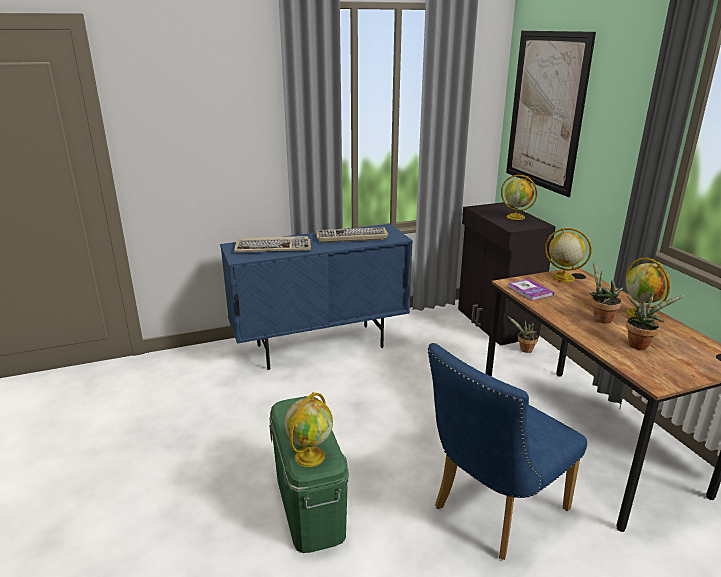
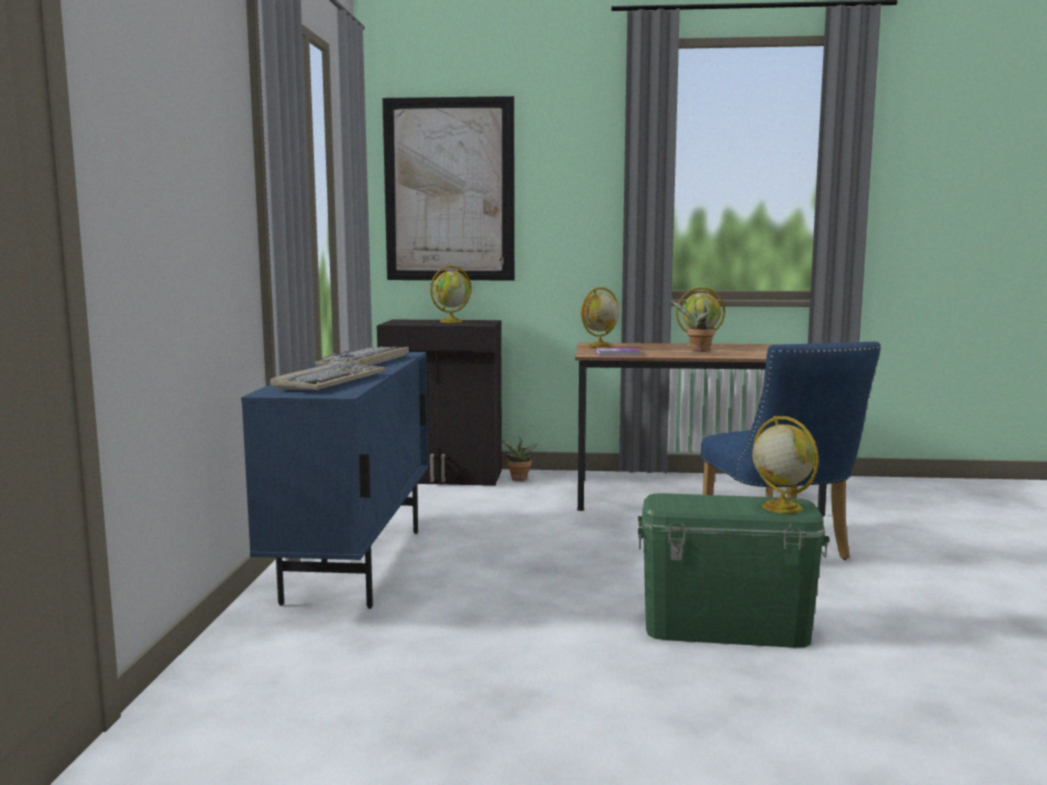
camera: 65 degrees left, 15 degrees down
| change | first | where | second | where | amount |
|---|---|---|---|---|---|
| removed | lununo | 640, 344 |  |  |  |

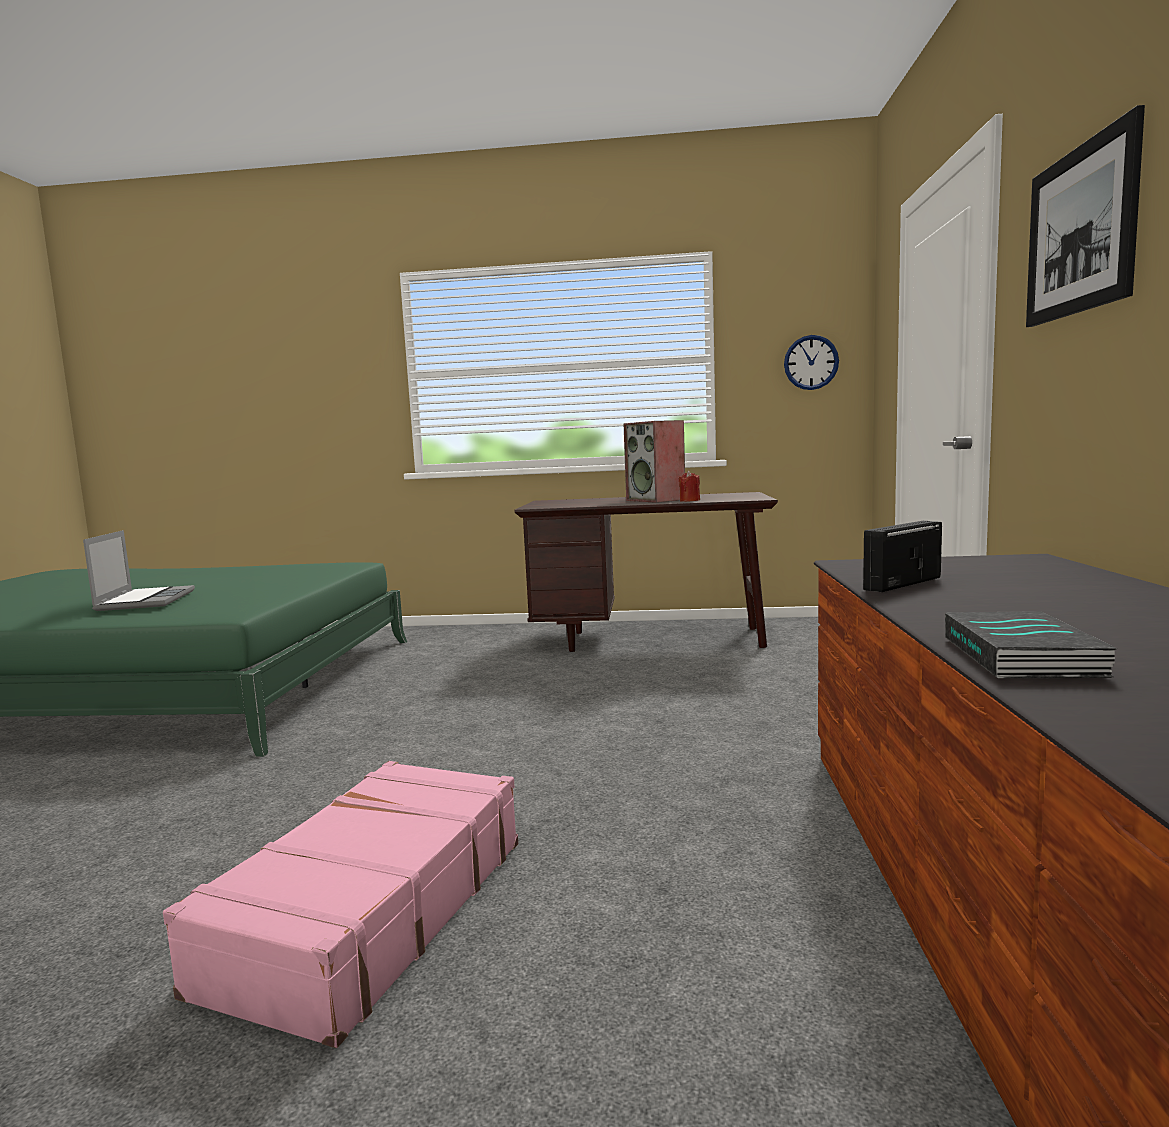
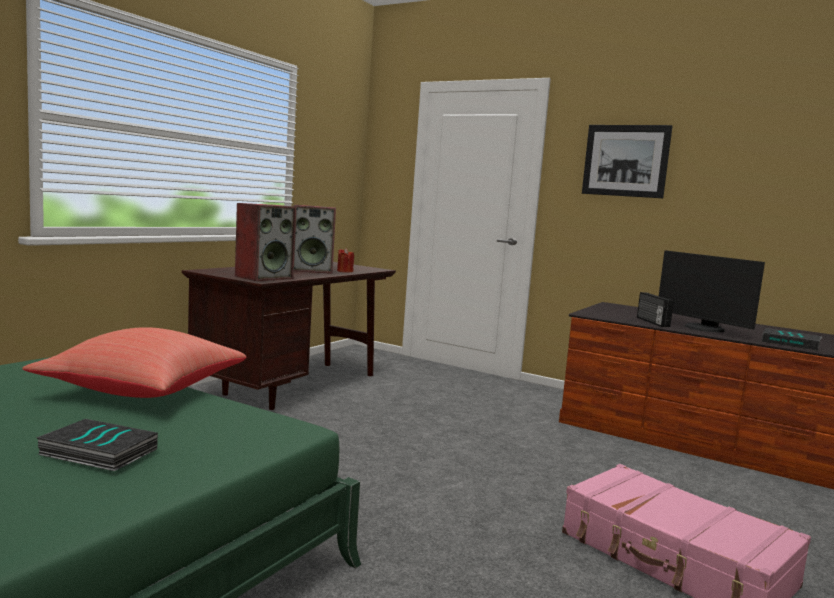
camera: 65 degrees left, 0 degrees up
| change | first | where | second | where | amount |
|---|---|---|---|---|---|
| replaced | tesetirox | 145, 600 | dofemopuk | 96, 452 |  |
| removed | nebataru | 811, 362 |  |  |  |
| added |  |  | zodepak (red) | 141, 392 |  |
| added |  |  | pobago | 264, 277 |  |
| added |  |  | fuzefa | 703, 328 |  |

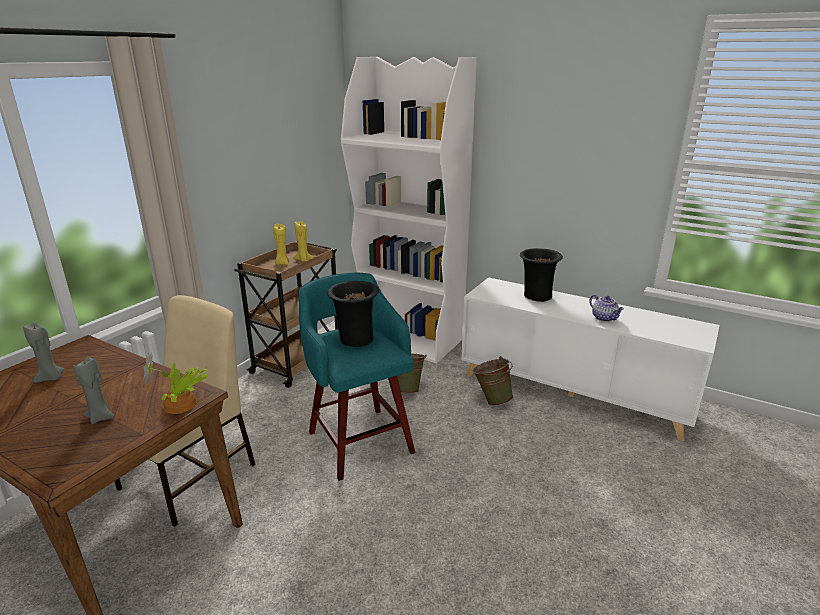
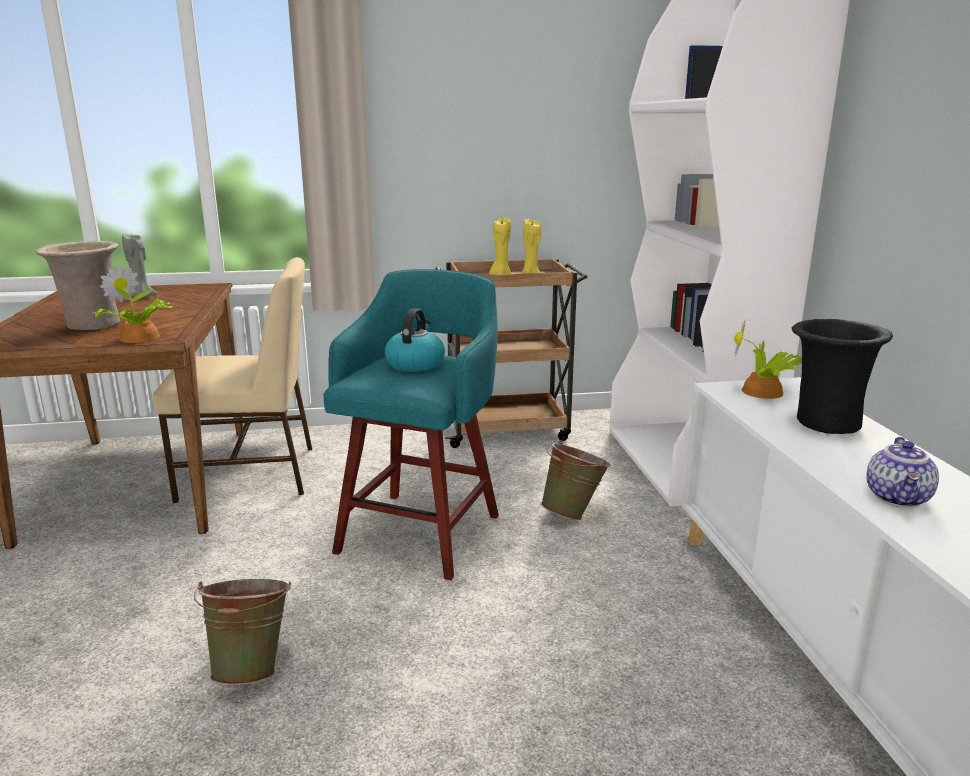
camera: 50 degrees right, 5 degrees down
| change | first | where | second | where | amount |
|---|---|---|---|---|---|
| replaced | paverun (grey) | 100, 417 | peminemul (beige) | 91, 325 |  |
| replaced | peminemul (black) | 355, 340 | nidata | 415, 364 |  |
| moved | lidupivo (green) | 491, 400 |  | 252, 667 |  |
| added |  |  | lununo | 764, 392 |  |

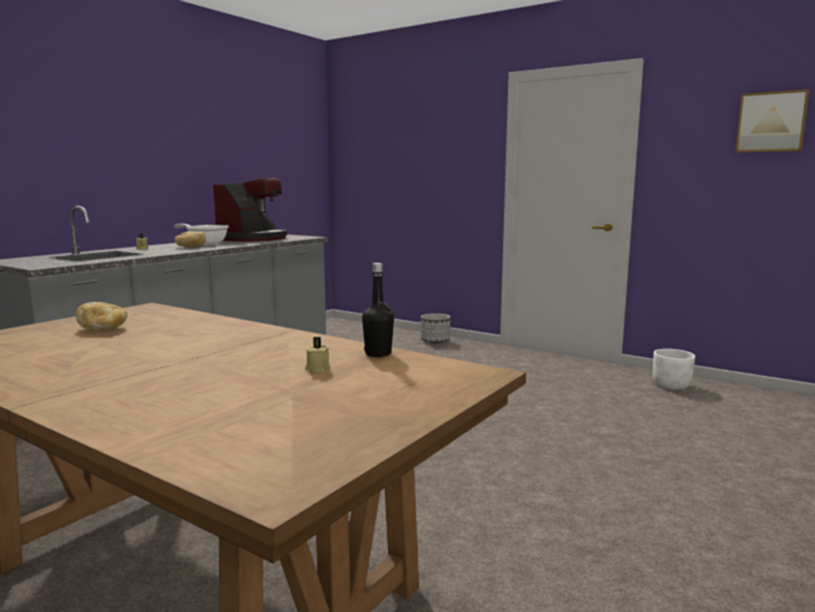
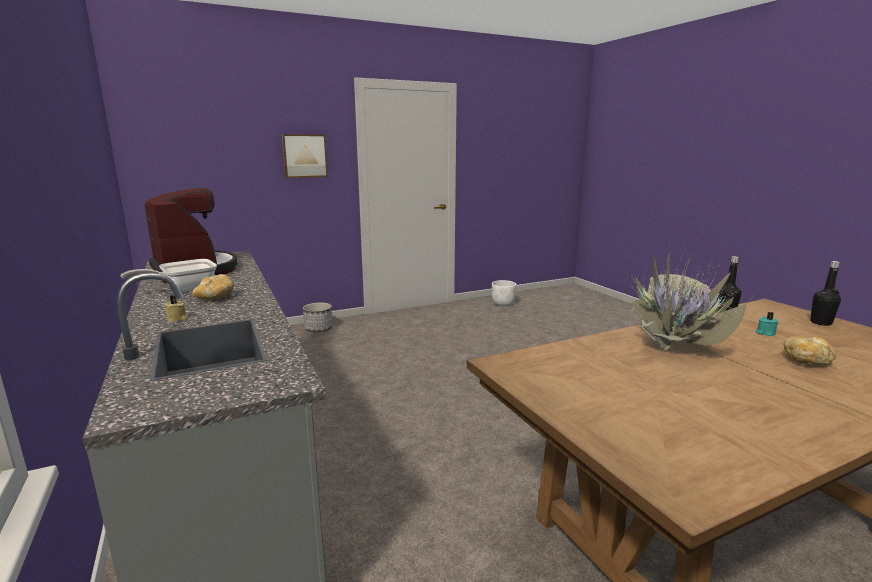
camera: 60 degrees left, 5 degrees up
| change | first | where | second | where | amount |
|---|---|---|---|---|---|
| moved | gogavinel | 103, 329 |  | 806, 361 |  |
| recoloured | paverun (beige) | 318, 368 | paverun (turquoise) | 765, 333 |  |
| moved | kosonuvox | 771, 122 |  | 304, 156 |  |
| added |  |  | lununo | 674, 352 |  |
| added |  |  | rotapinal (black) | 821, 323 |  |

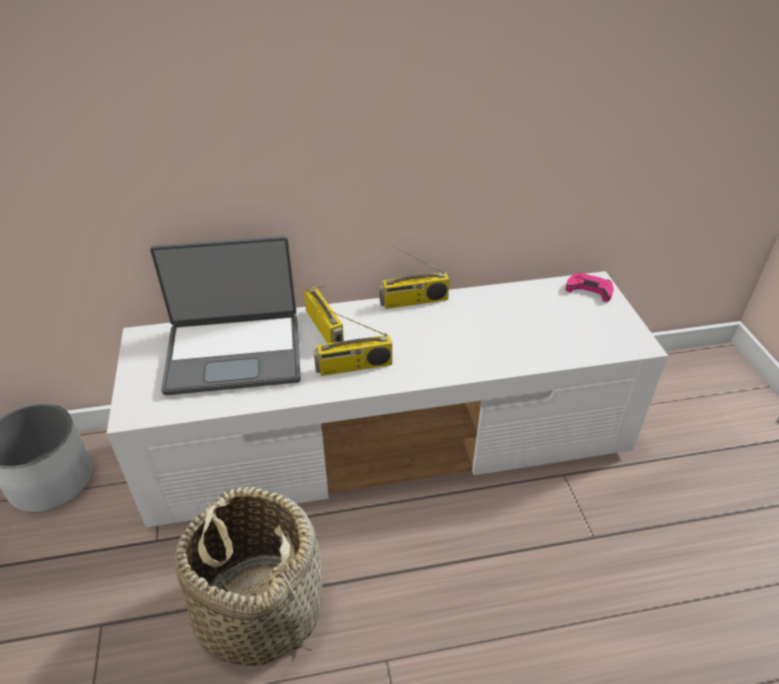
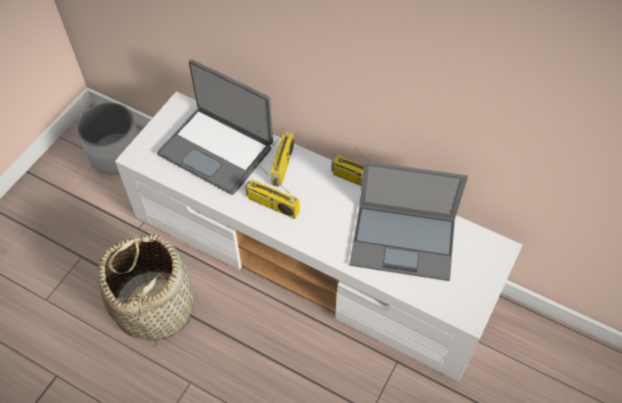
camera: 40 degrees right, 15 degrees up
| change | first | where | second | where | amount |
|---|---|---|---|---|---|
| removed | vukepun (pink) | 589, 289 |  |  |  |
| added |  |  | tesetirox | 404, 241 |  |

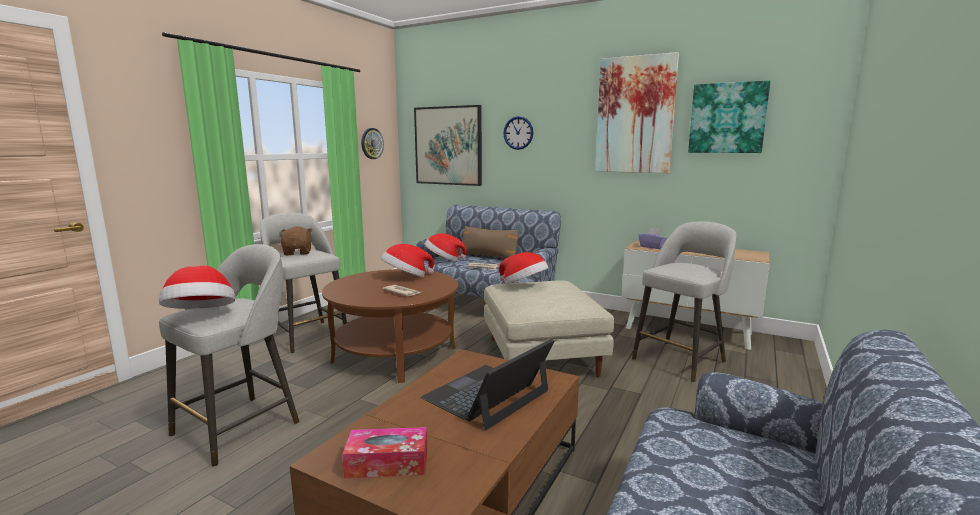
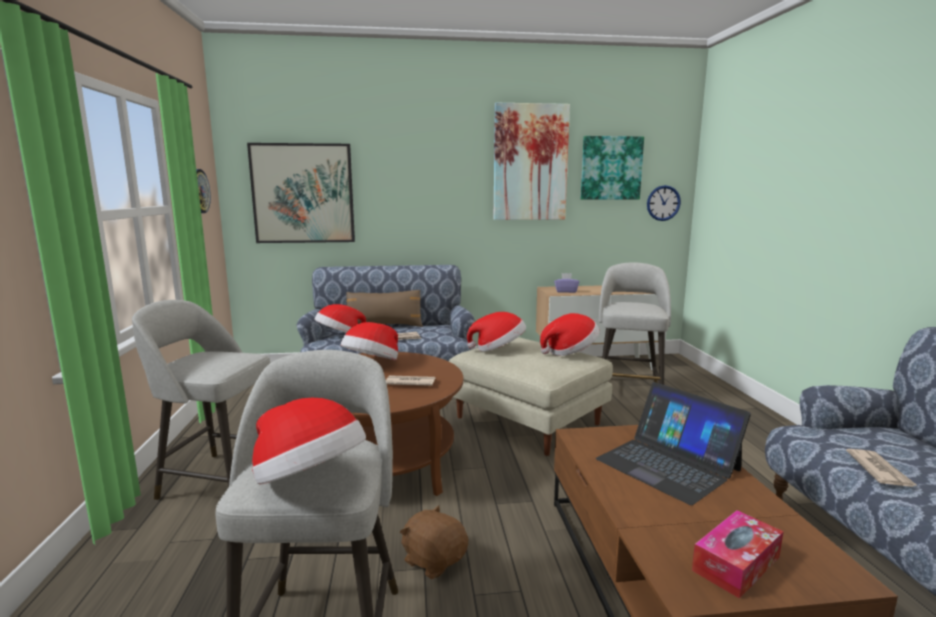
camera: 35 degrees left, 0 degrees up
| change | first | where | second | where | amount |
|---|---|---|---|---|---|
| moved | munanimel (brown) | 298, 253 |  | 434, 560 |  |
| turned | tesetirox | 487, 395 |  | 668, 464 | 45 degrees counterclockwise |
| moved | nebataru | 518, 133 |  | 663, 203 |  |
| added |  |  | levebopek | 570, 352 |  |
| added |  |  | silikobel | 879, 470 |  |

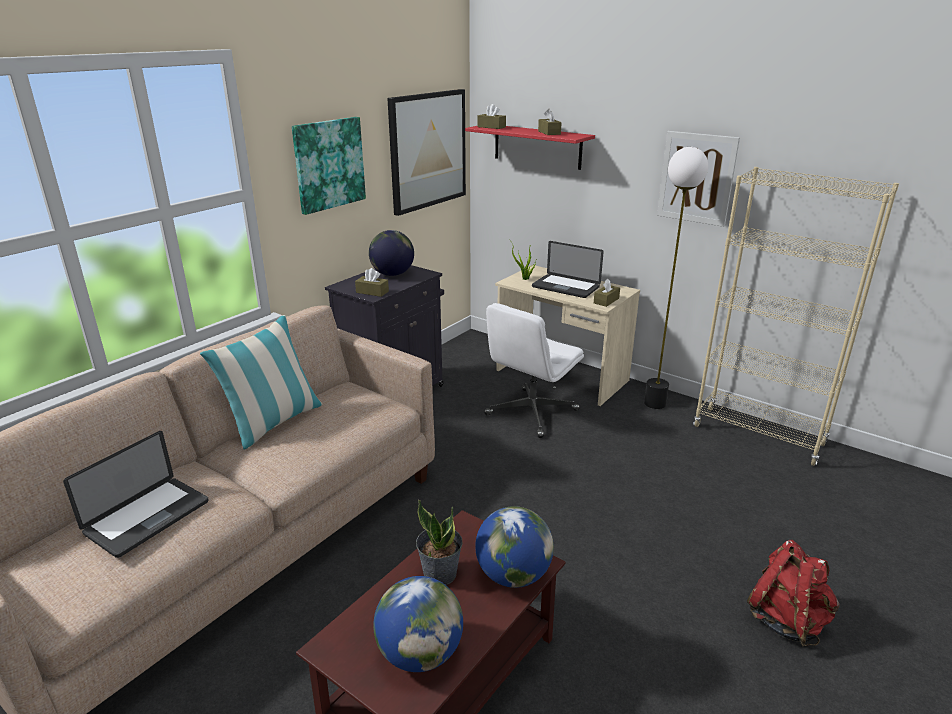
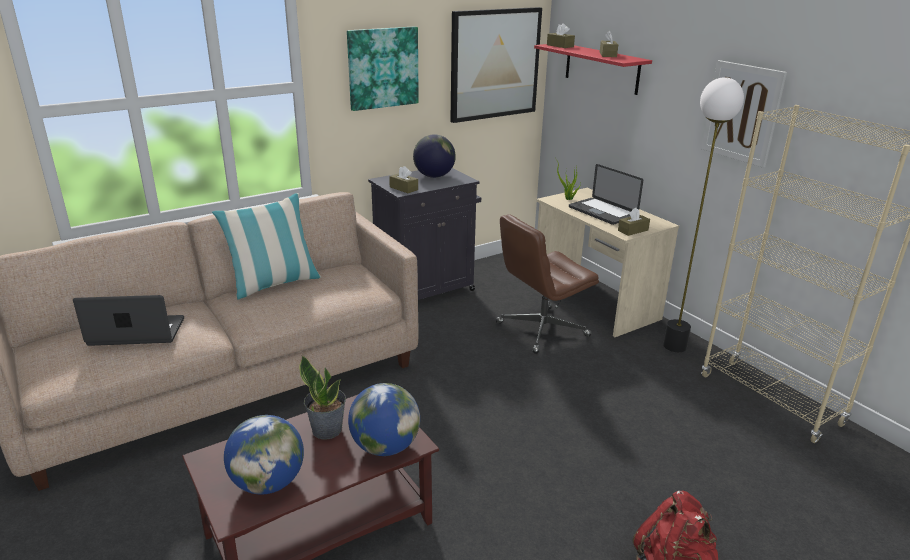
camera: 20 degrees right, 0 degrees up
| change | first | where | second | where | amount |
|---|---|---|---|---|---|
| turned | tesetirox | 147, 517 |  | 137, 332 | 150 degrees counterclockwise |
| recoloured | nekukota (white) | 531, 413 | nekukota (brown) | 541, 330 |  |

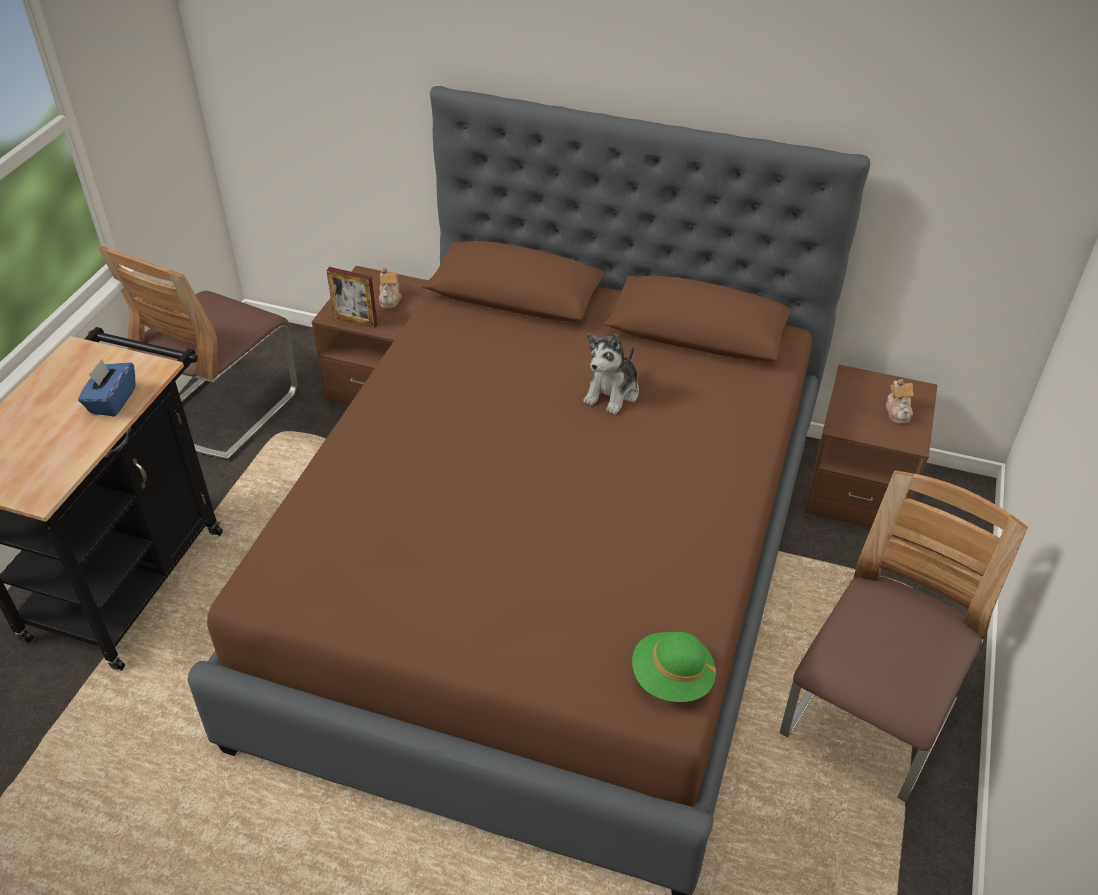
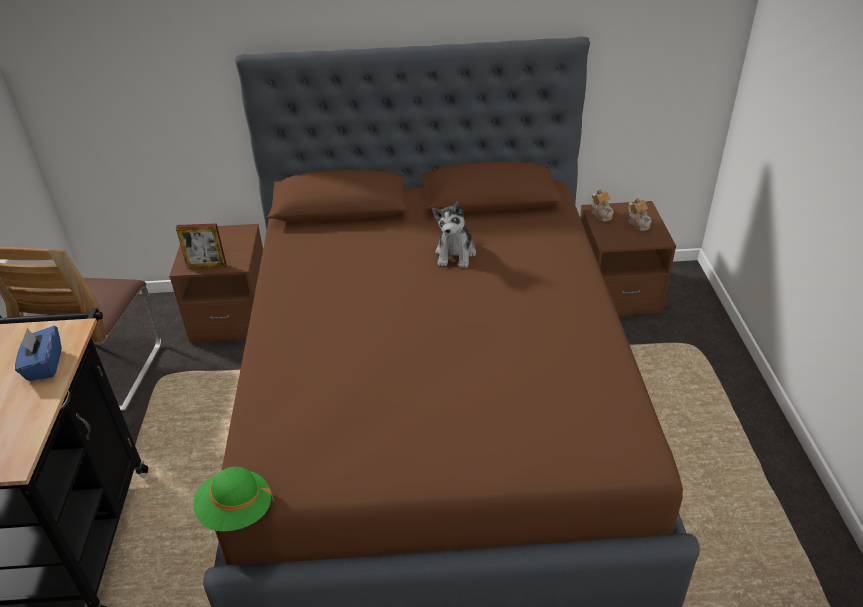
camera: 20 degrees left, 5 degrees down
| change | first | where | second | where | amount |
|---|---|---|---|---|---|
| moved | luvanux | 390, 299 |  | 601, 214 |  |
| moved | levebopek (green) | 671, 679 |  | 236, 511 |  |
| removed | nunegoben | 867, 720 |  |  |  |

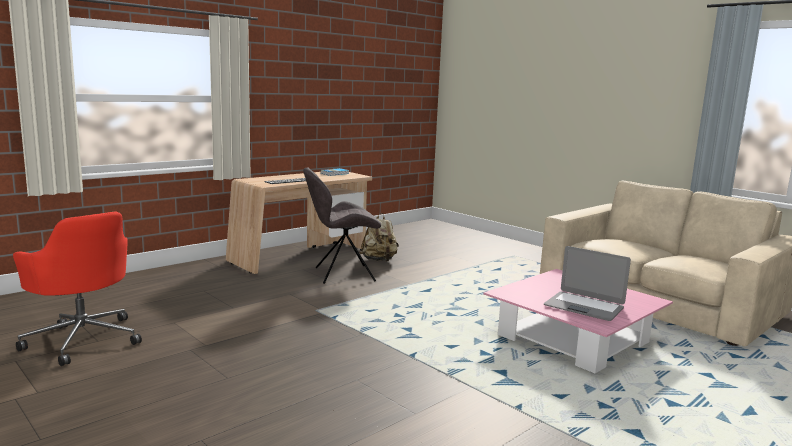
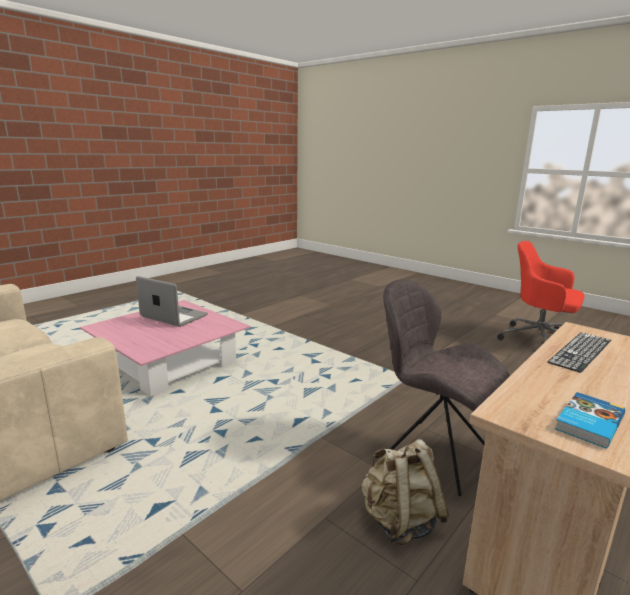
camera: 175 degrees right, 5 degrees up
| change | first | where | second | where | amount |
|---|---|---|---|---|---|
| turned | nunegoben (grey) | 341, 274 |  | 433, 453 | 120 degrees counterclockwise |

